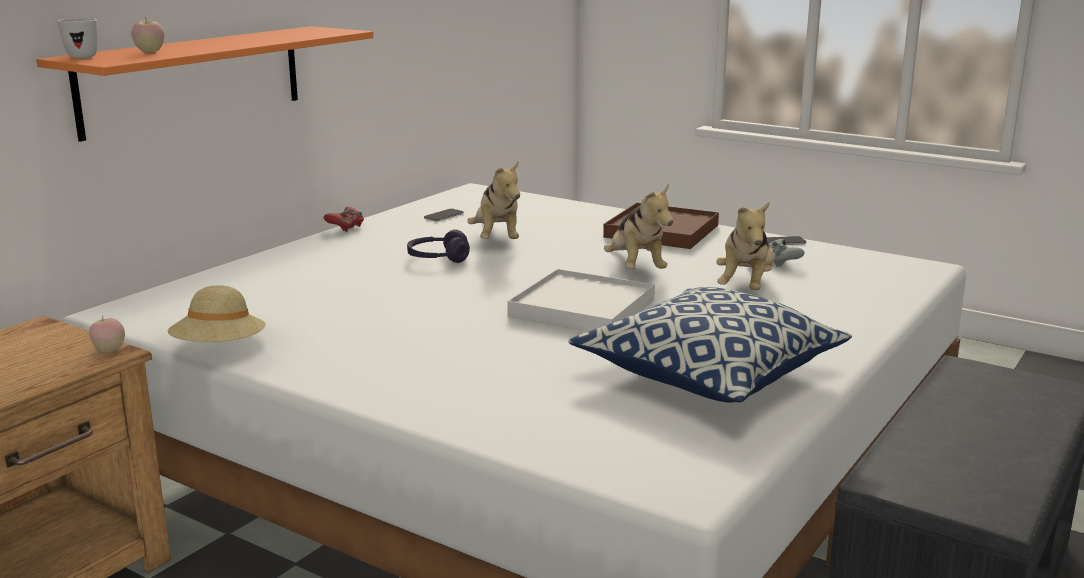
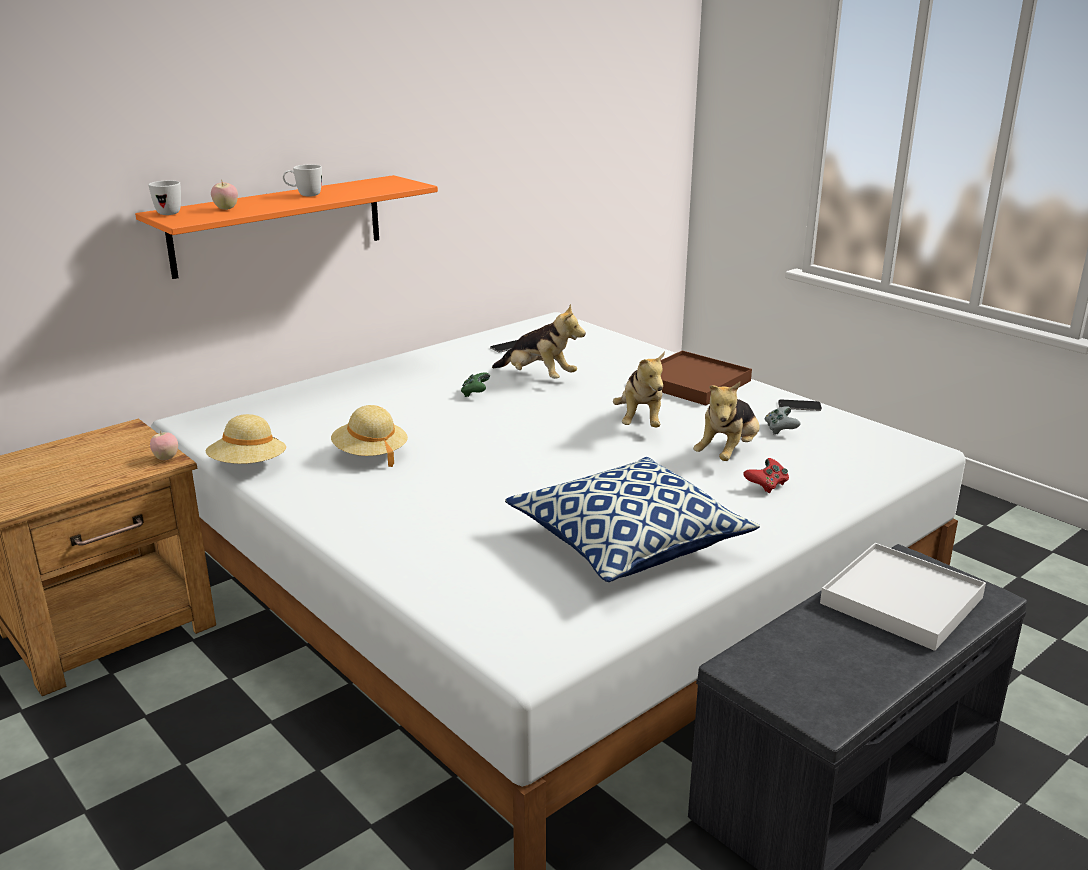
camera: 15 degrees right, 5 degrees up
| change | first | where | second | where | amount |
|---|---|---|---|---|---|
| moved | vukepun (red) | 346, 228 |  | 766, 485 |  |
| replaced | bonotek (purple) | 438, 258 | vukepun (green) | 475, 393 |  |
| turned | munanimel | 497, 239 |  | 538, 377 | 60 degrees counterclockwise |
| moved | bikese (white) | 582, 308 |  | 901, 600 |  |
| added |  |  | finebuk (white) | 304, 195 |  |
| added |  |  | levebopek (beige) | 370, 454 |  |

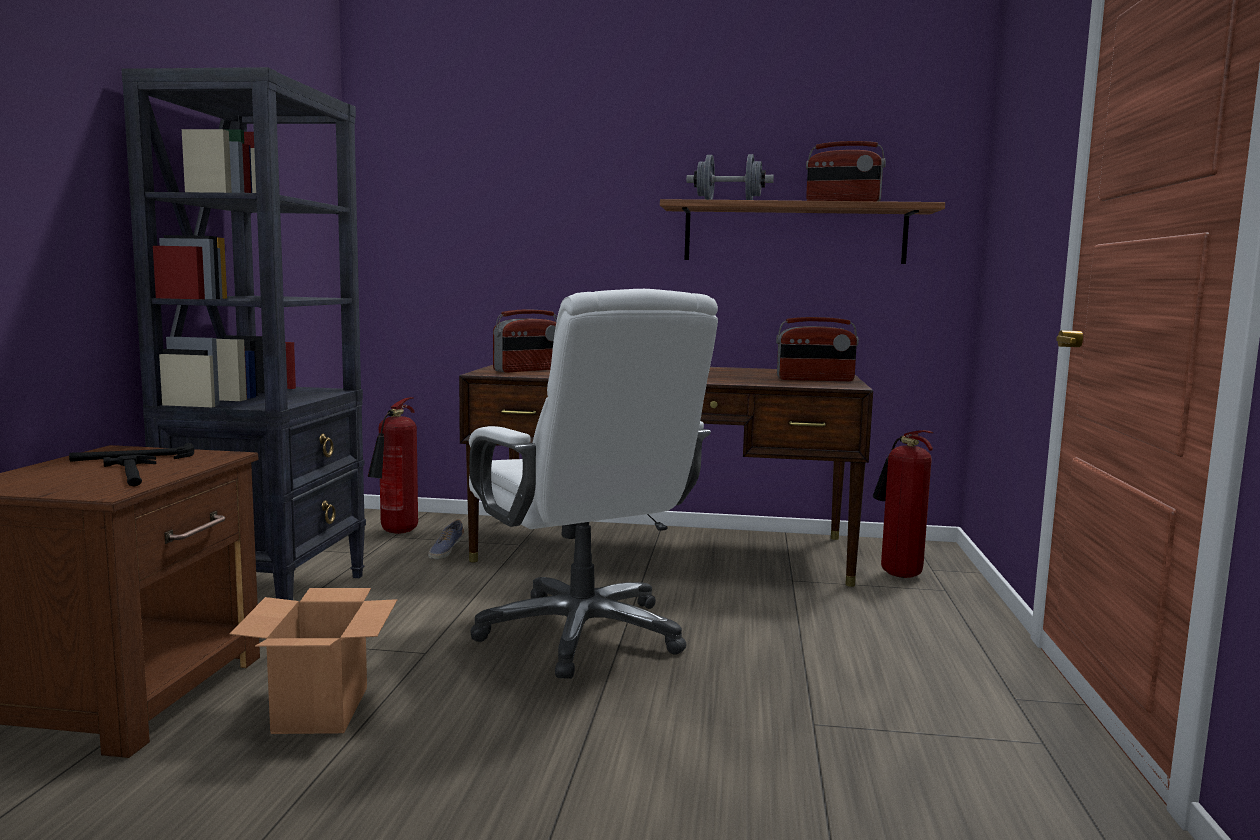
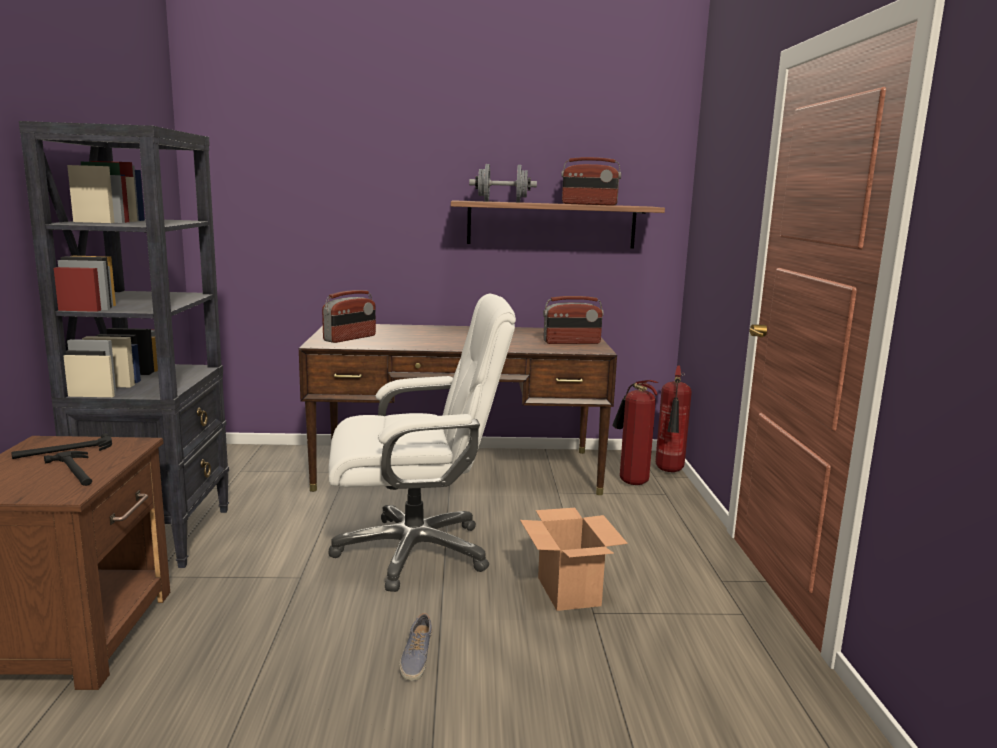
camera: 10 degrees left, 5 degrees up
| change | first | where | second | where | amount |
|---|---|---|---|---|---|
| moved | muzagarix | 321, 709 |  | 568, 591 |  |
| moved | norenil | 397, 533 |  | 669, 471 |  |
| moved | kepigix | 446, 551 |  | 416, 658 |  |
| turned | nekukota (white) | 583, 634 |  | 415, 551 | 60 degrees counterclockwise |

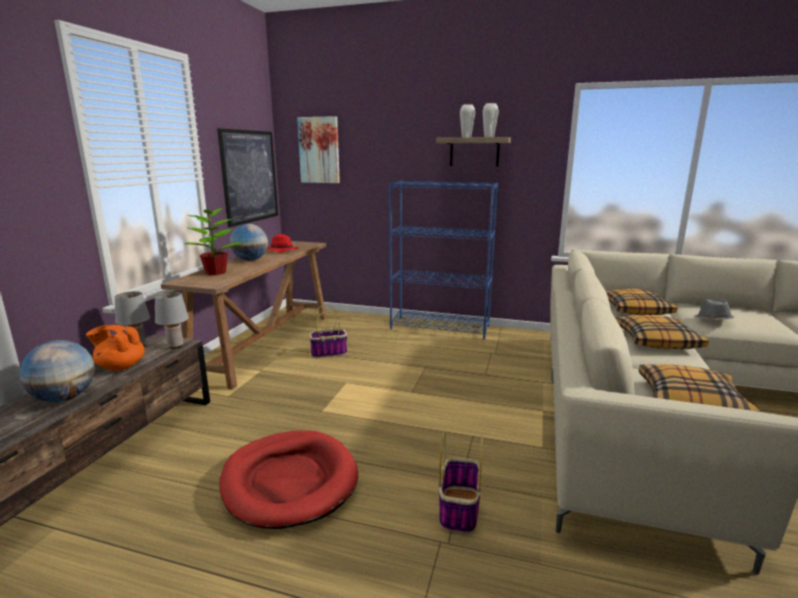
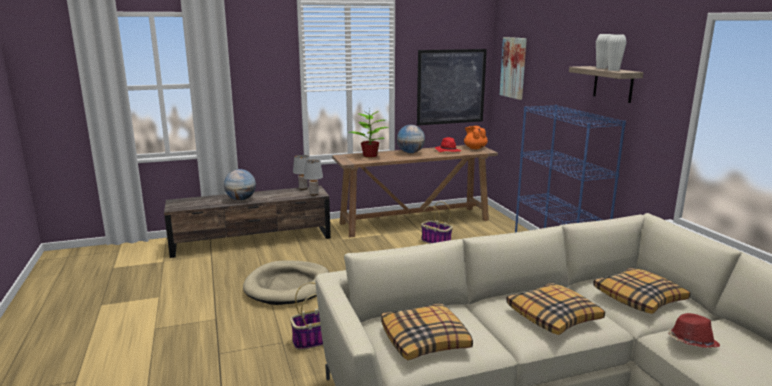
camera: 55 degrees right, 0 degrees up
| change | first | where | second | where | amount |
|---|---|---|---|---|---|
| moved | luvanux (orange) | 120, 366 |  | 475, 148 |  |
| recoloured | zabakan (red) | 289, 481 | zabakan (beige) | 288, 286 |  |
| recoloured | levebopek (grey) | 712, 320 | levebopek (red) | 691, 342 |  |

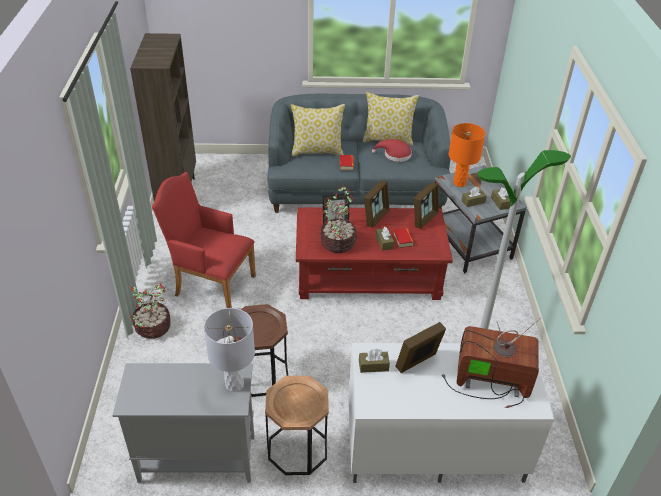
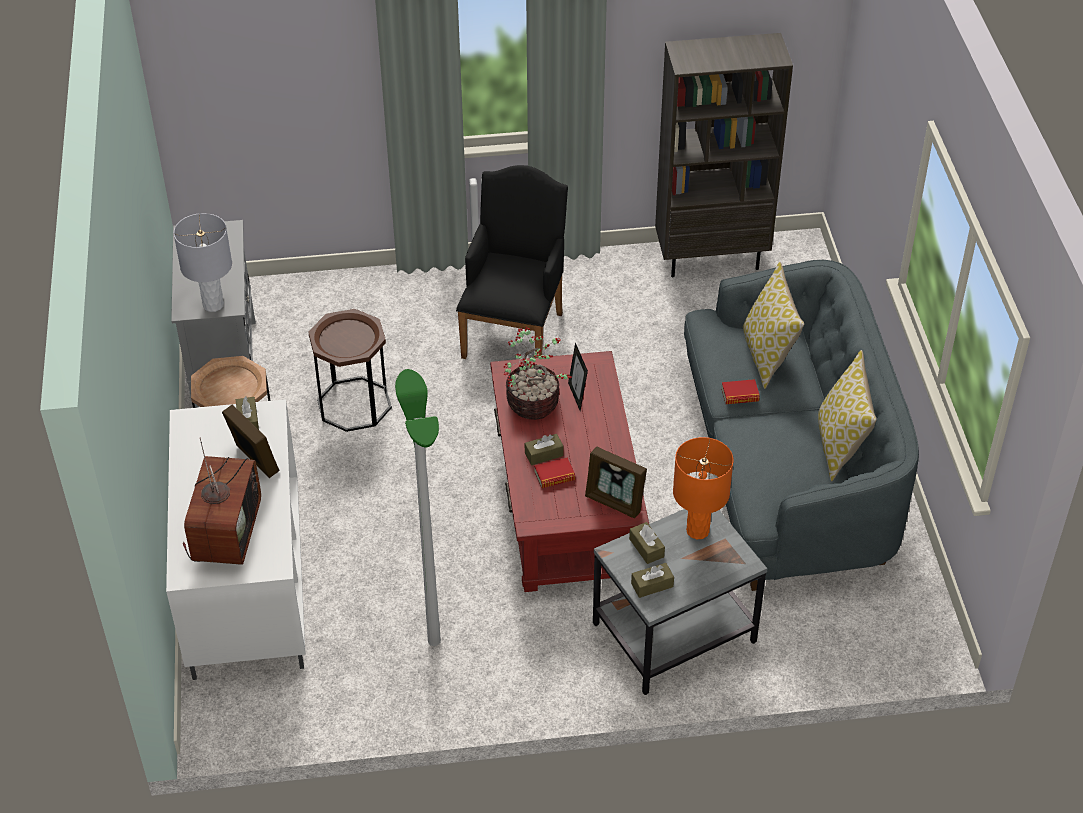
camera: 85 degrees right, 5 degrees up
| change | first | where | second | where | amount |
|---|---|---|---|---|---|
| removed | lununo | 152, 328 |  |  |  |
| recoloured | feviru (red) | 211, 283 | feviru (black) | 515, 330 |  |
| removed | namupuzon | 376, 217 |  |  |  |
| removed | levebopek (red) | 395, 155 |  |  |  |

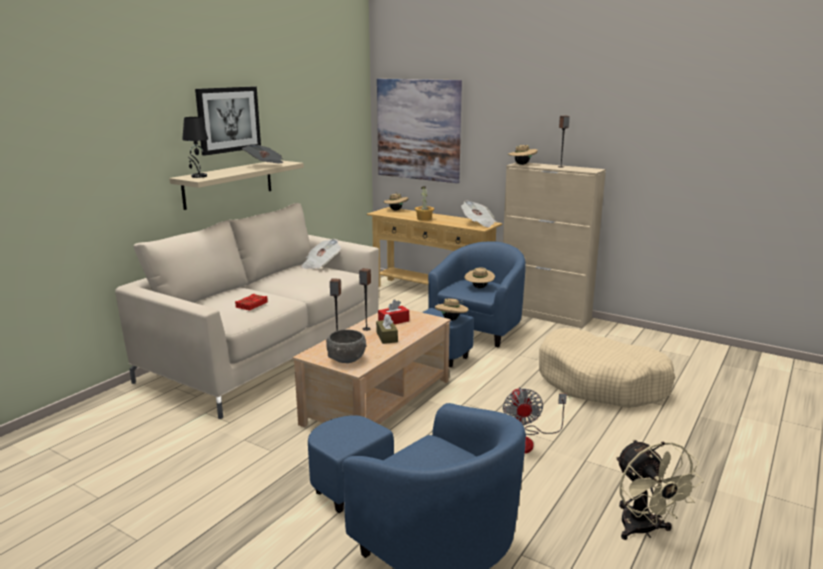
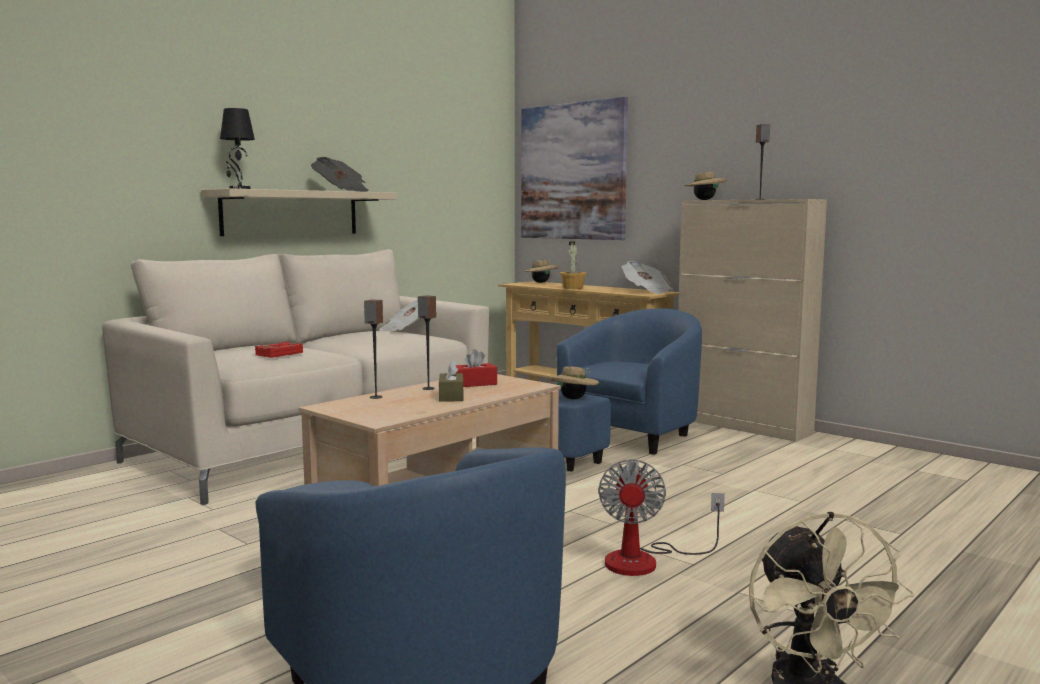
camera: 10 degrees right, 10 degrees down
| change | first | where | second | where | amount |
|---|---|---|---|---|---|
| removed | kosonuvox | 228, 119 |  |  |  |
| removed | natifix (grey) | 347, 359 |  |  |  |
| removed | levebopek (beige) | 479, 287 |  |  |  |
| removed | zabakan (beige) | 601, 383 |  |  |  |

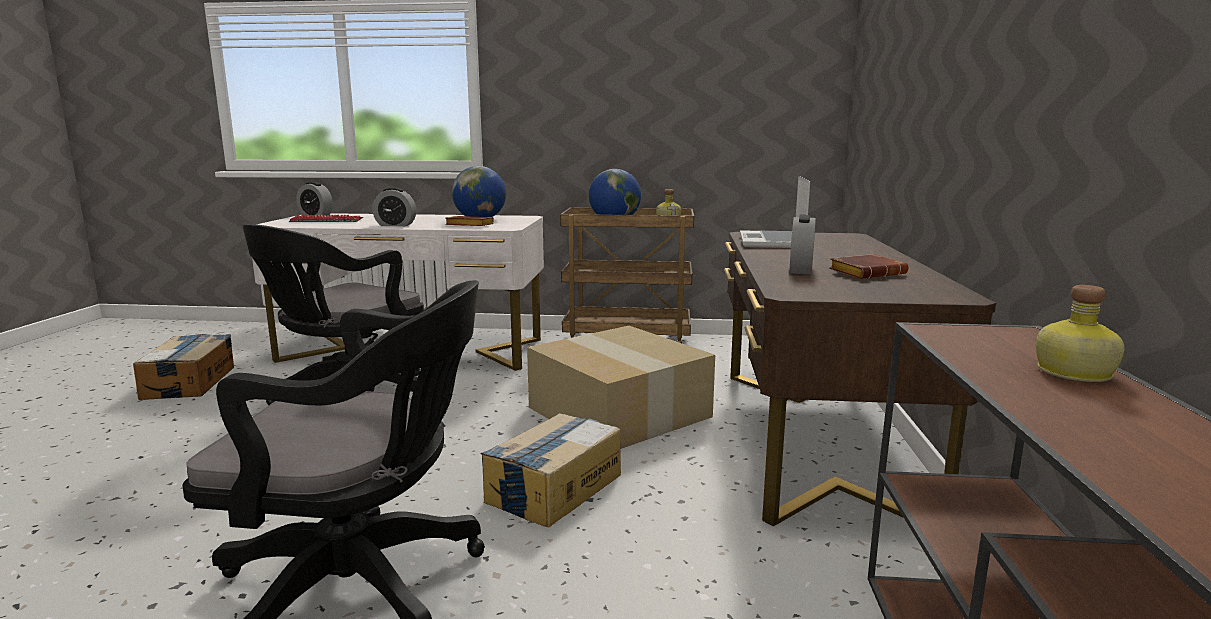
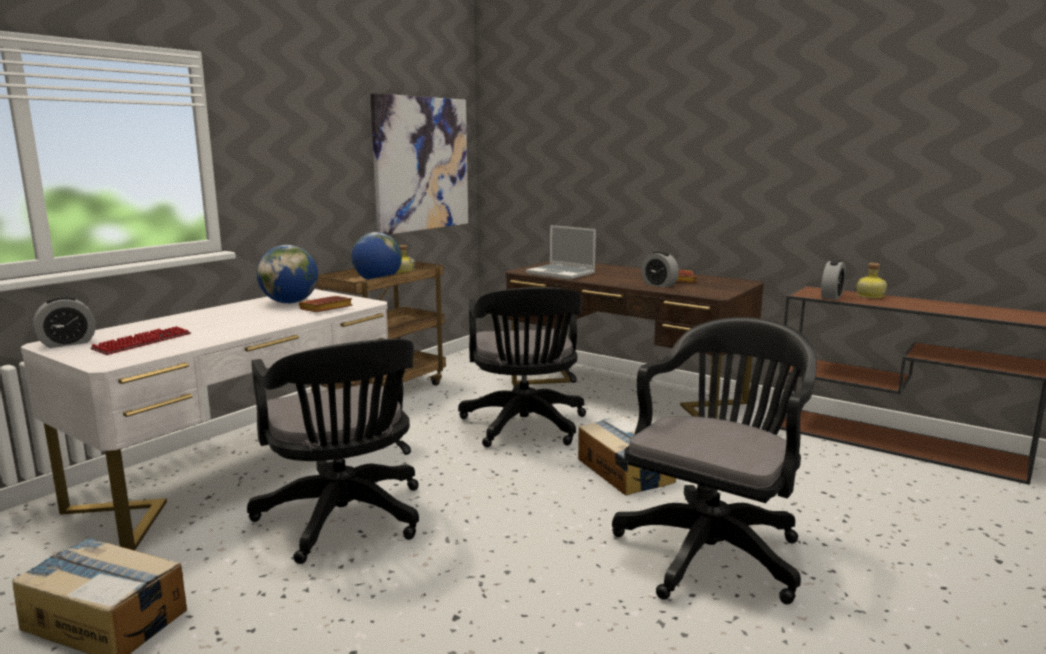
camera: 60 degrees left, 0 degrees up
| change | first | where | second | where | amount |
|---|---|---|---|---|---|
| moved | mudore | 395, 225 |  | 831, 296 |  |
| replaced | muzagarix | 616, 412 | nekukota (black) | 525, 428 |  |
| added |  |  | kosonuvox | 421, 164 |  |

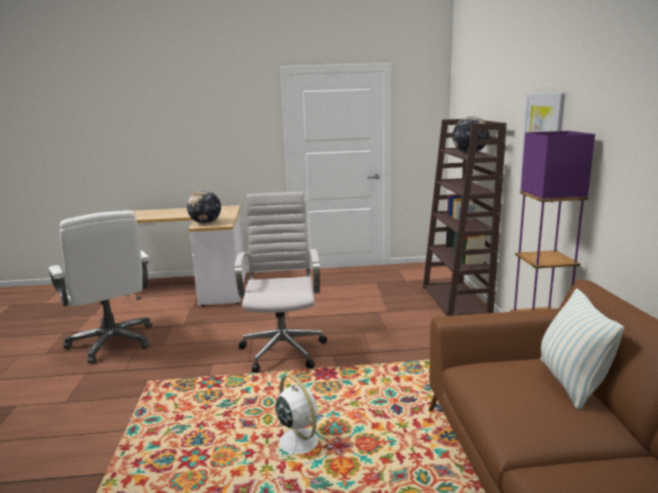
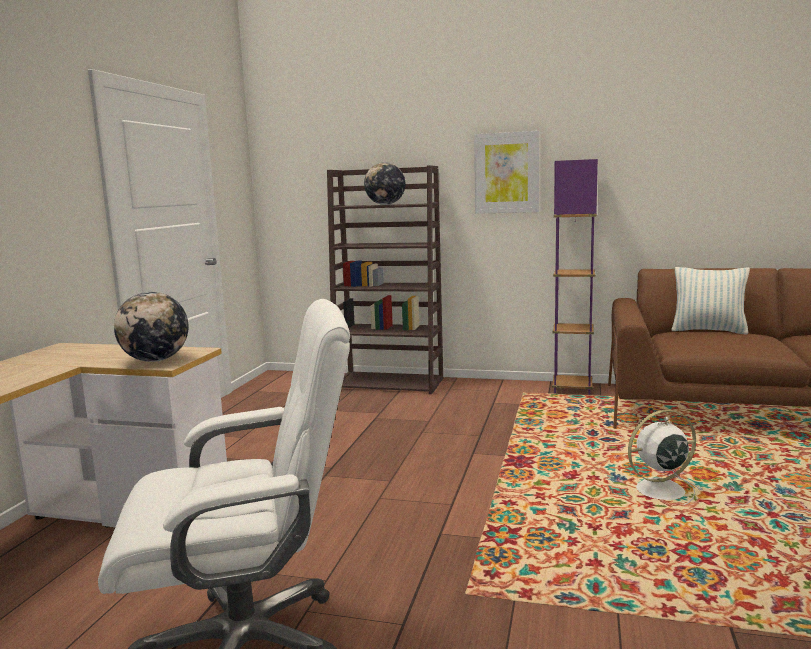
camera: 70 degrees left, 5 degrees down
| change | first | where | second | where | amount |
|---|---|---|---|---|---|
| removed | nekukota (white) | 283, 349 |  |  |  |

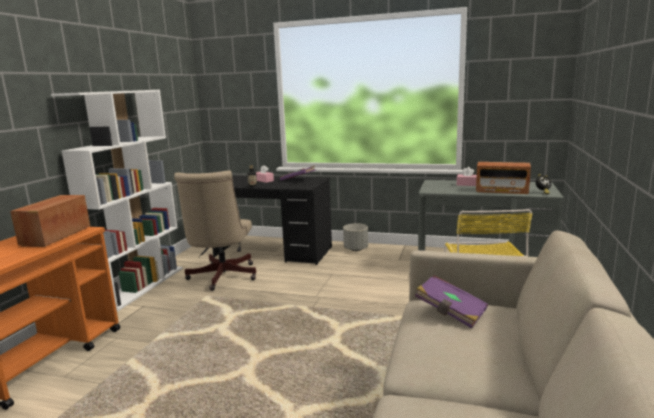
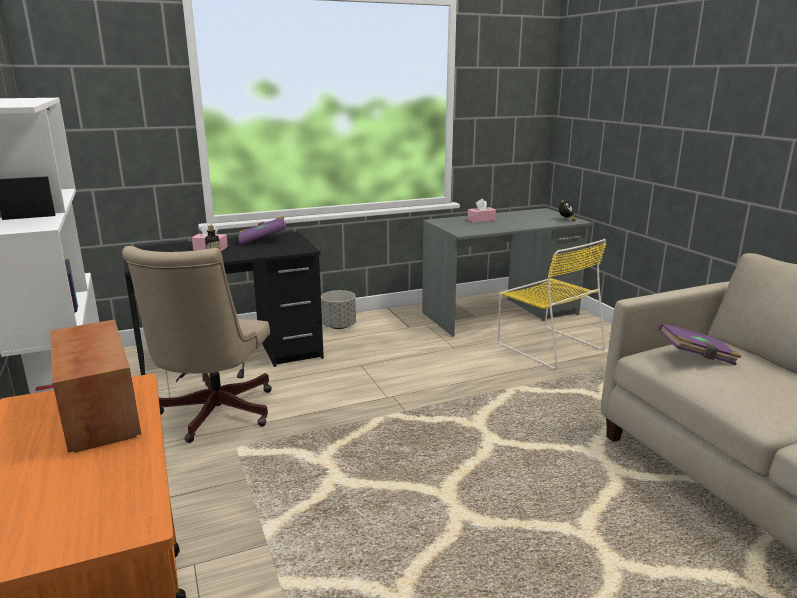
camera: 40 degrees left, 5 degrees up
| change | first | where | second | where | amount |
|---|---|---|---|---|---|
| turned | nekukota (beige) | 221, 277 |  | 213, 415 | 45 degrees clockwise |
| removed | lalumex | 501, 191 |  |  |  |

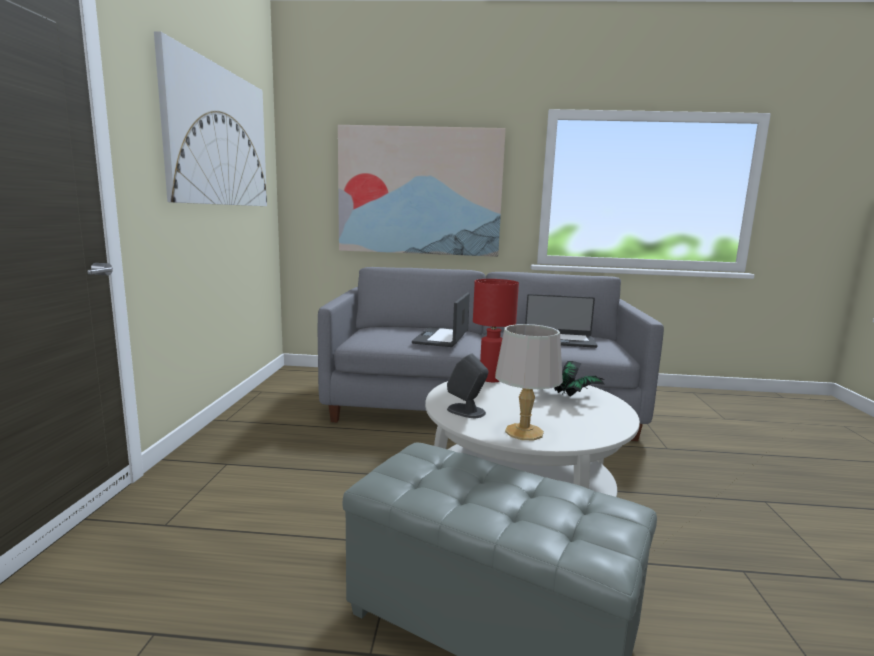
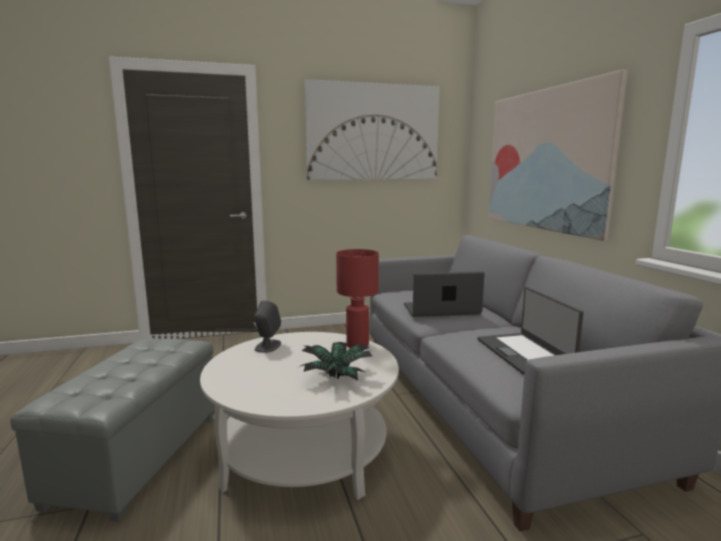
camera: 70 degrees right, 0 degrees up
| change | first | where | second | where | amount |
|---|---|---|---|---|---|
| removed | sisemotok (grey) | 523, 432 |  |  |  |

